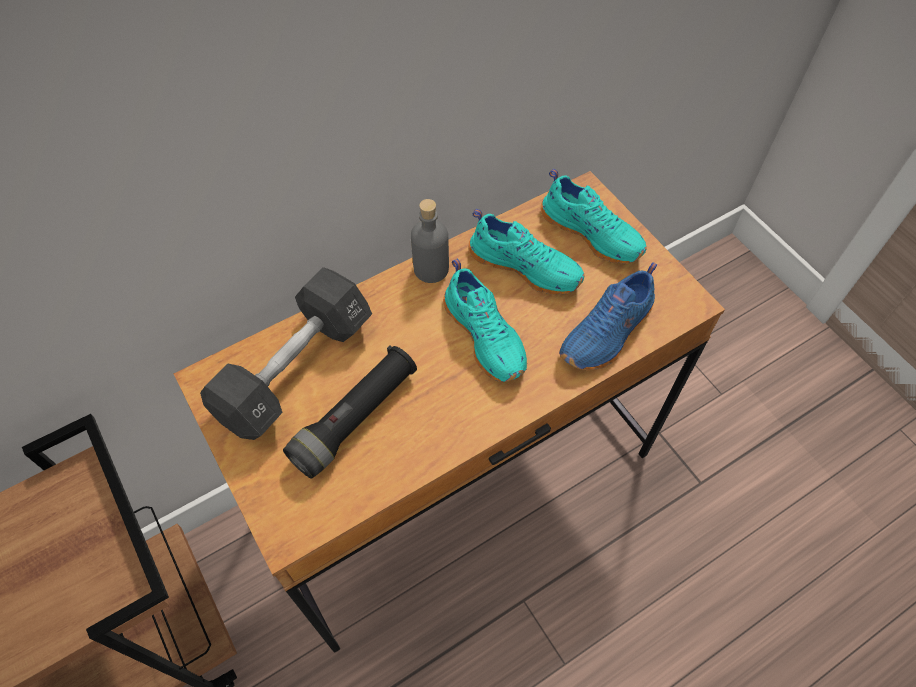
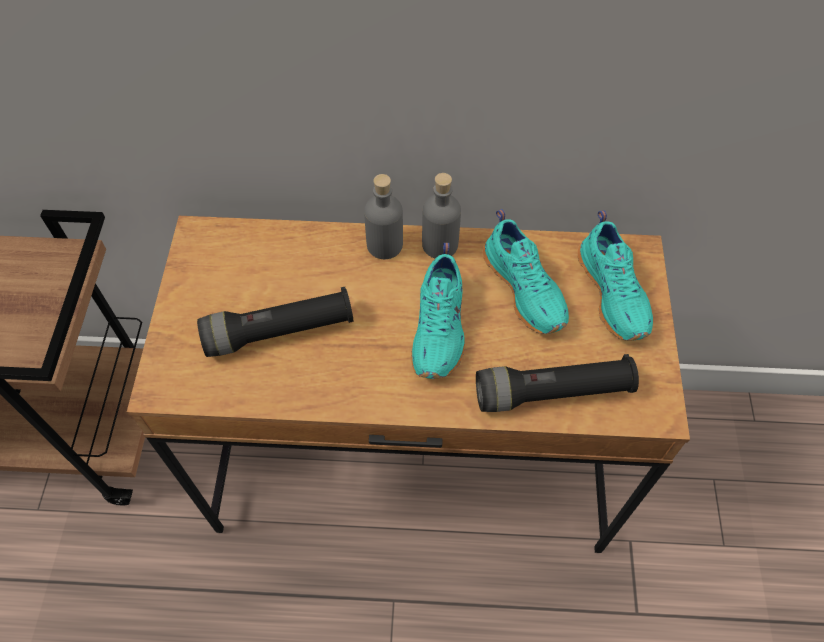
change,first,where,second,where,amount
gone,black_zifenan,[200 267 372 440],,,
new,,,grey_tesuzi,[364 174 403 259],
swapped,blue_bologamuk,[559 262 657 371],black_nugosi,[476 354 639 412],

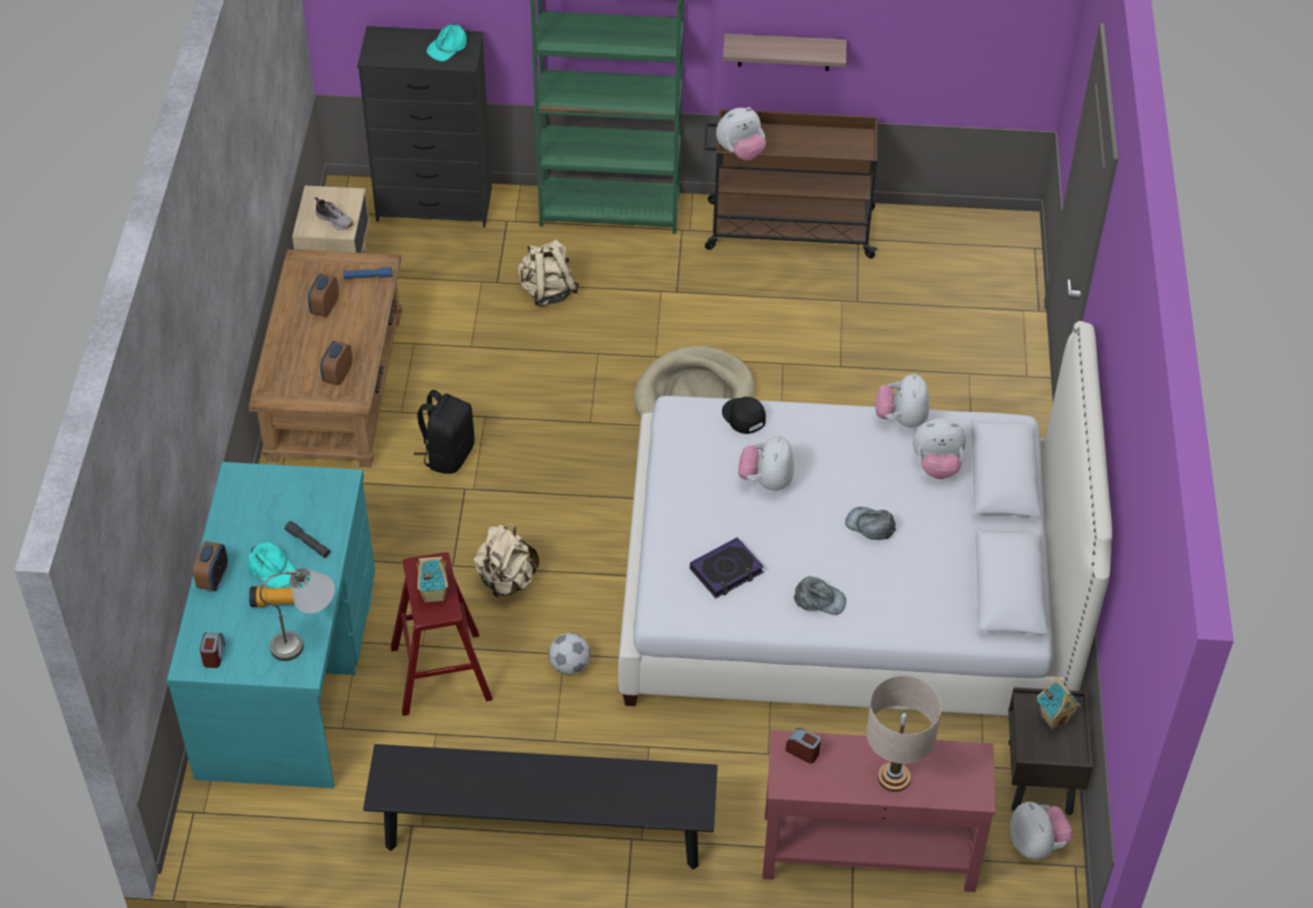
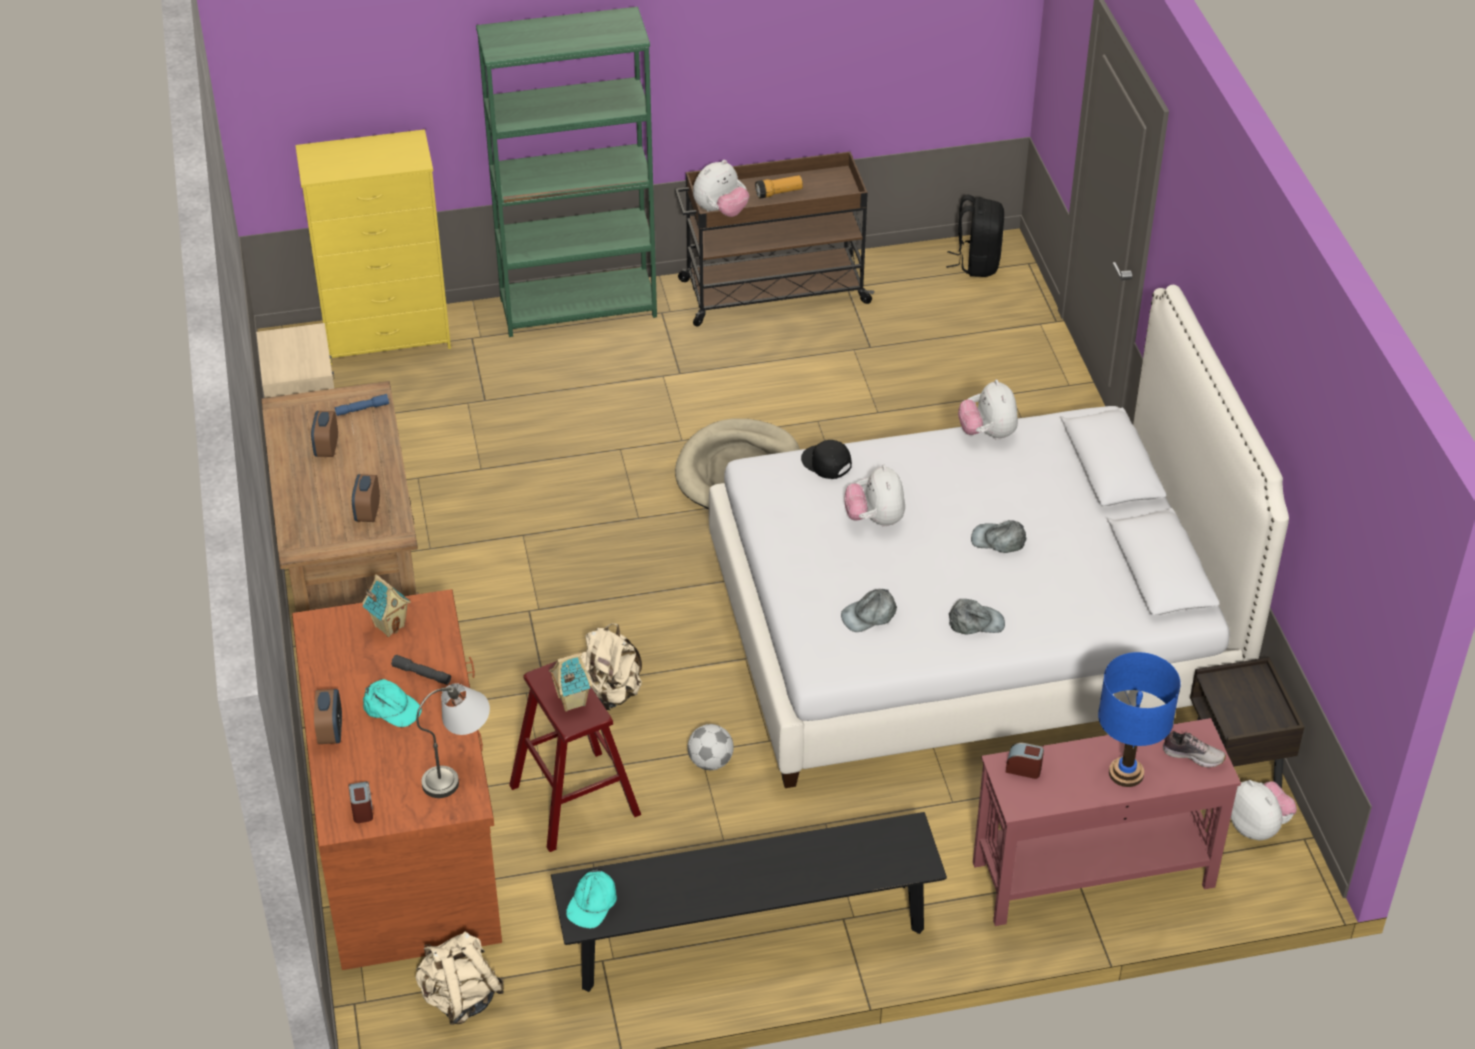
change,first,where,second,where,amount
gone,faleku,[723 34 846 71],,,
gone,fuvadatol,[913 419 966 479],,,
shifted,nugosi,[249 586 300 607],,[755 175 803 199],
shifted,bologamuk,[315 197 353 230],,[1163 731 1226 767],
shifted,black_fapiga,[414 390 475 474],,[946 195 1004 277],
shifted,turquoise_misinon,[426 23 467 61],,[566 869 617 928],
shifted,beige_fapiga,[518 239 579 307],,[415 932 504 1025],
shifted,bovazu,[1037 676 1081 730],,[362 574 411 637],
swapped,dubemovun,[690 537 764 598],grey_misinon,[841 589 897 632],
repainted,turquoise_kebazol,[167 462 375 788],brown_kebazol,[292 589 502 970],
repainted,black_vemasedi,[357 26 492 227],yellow_vemasedi,[295 129 451 365],
repainted,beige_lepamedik,[866 676 942 792],blue_lepamedik,[1098 652 1181 787],

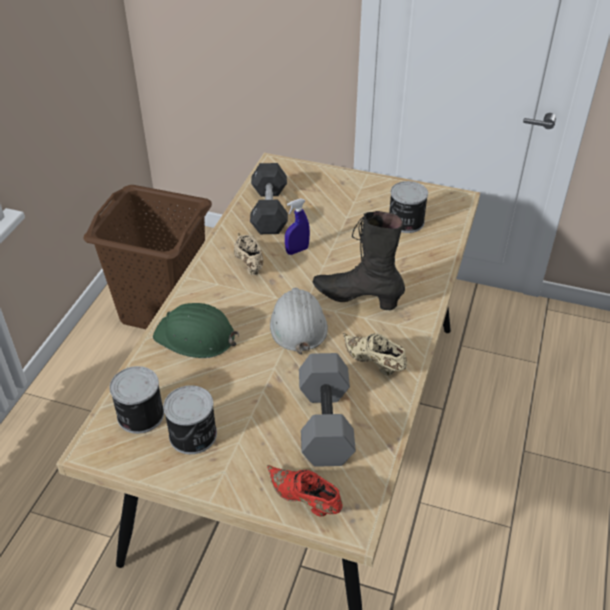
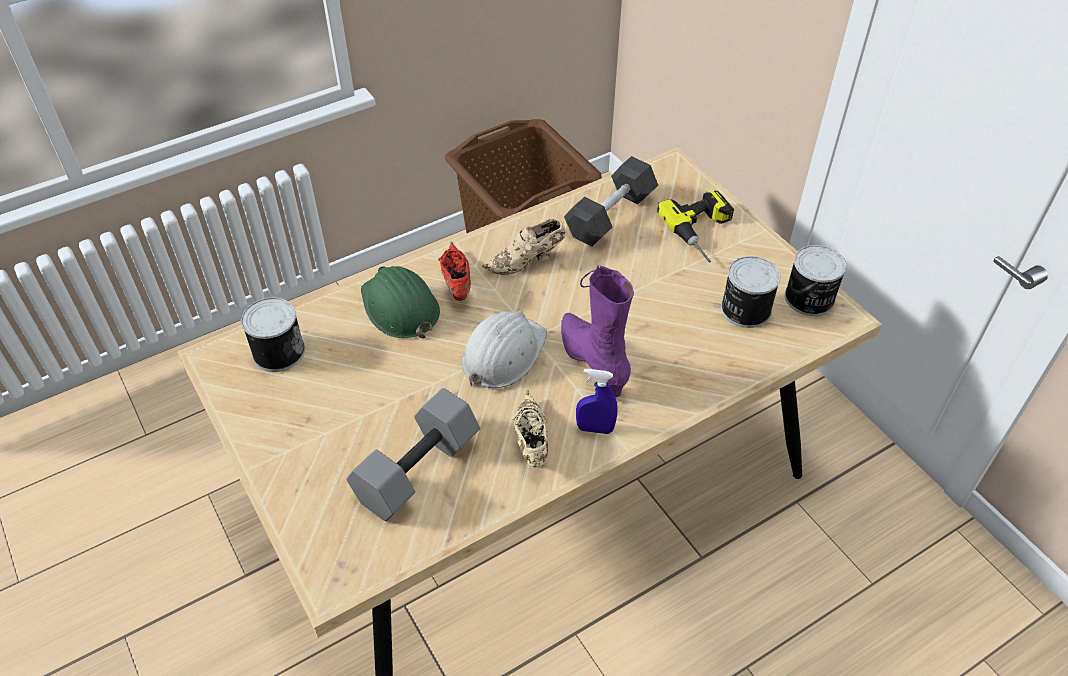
change,first,where,second,where,amount
new,,,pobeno,[657 190 734 263],
shifted,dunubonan,[163 385 217 454],,[785 245 846 316],
shifted,red_bologamuk,[267 465 343 516],,[438 242 471 301],
shifted,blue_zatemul,[285 198 310 255],,[576 369 618 434],
repainted,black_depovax,[312 211 405 310],purple_depovax,[561 265 634 397],
rotated,beige_bologamuk,[234 233 263 275],,[482 219 566 275],135 degrees counterclockwise

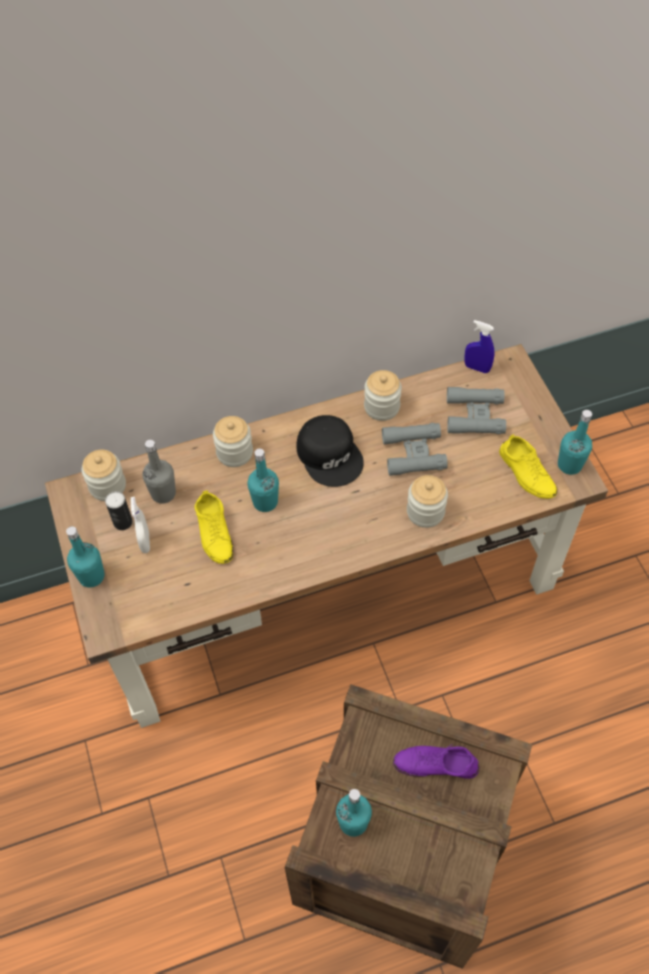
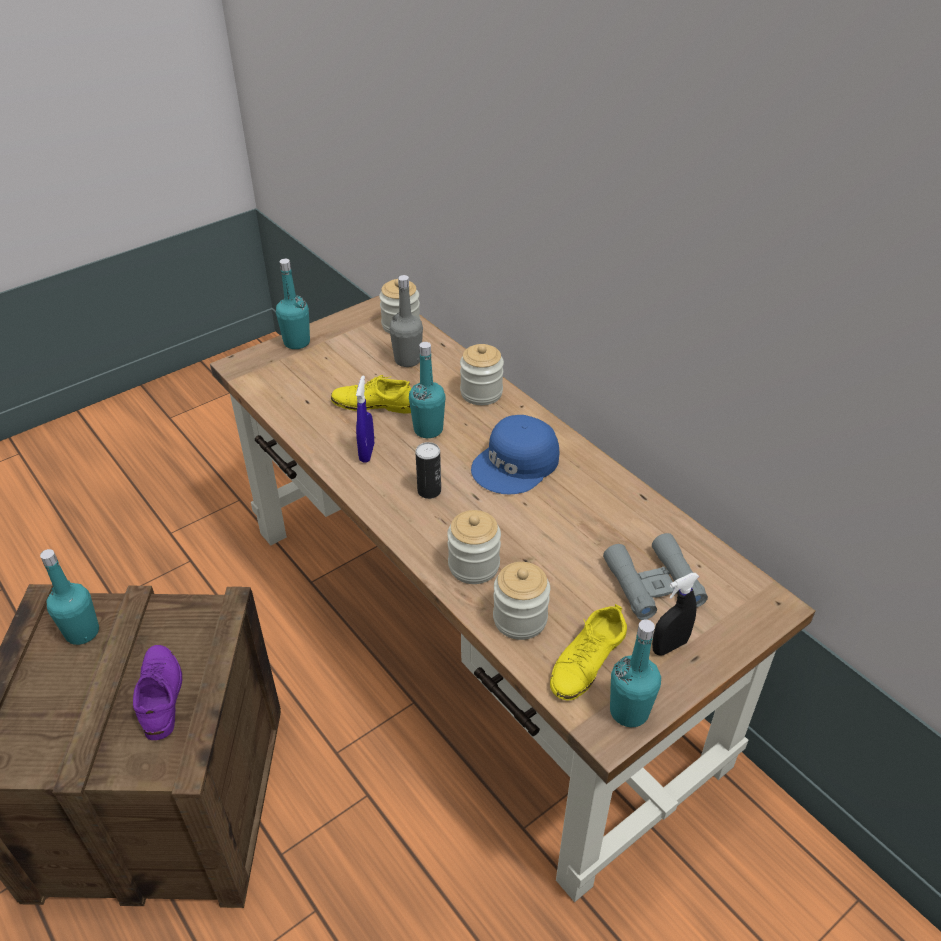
change,first,where,second,where,amount
gone,white_zatemul,[131 497 150 553],,,
gone,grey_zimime,[382 423 448 476],,,
new,,,black_zatemul,[652 573 699 655],
shifted,dunubonan,[105 491 133 530],,[415 442 441 499],
shifted,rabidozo,[364 370 402 421],,[493 562 550 640],
shifted,blue_zatemul,[464 320 495 373],,[356 376 374 463],
repainted,black_misinon,[296 415 364 487],blue_misinon,[471 415 559 494],
rotated,yellow_bologamuk,[195 490 233 564],,[331 375 412 414],45 degrees clockwise

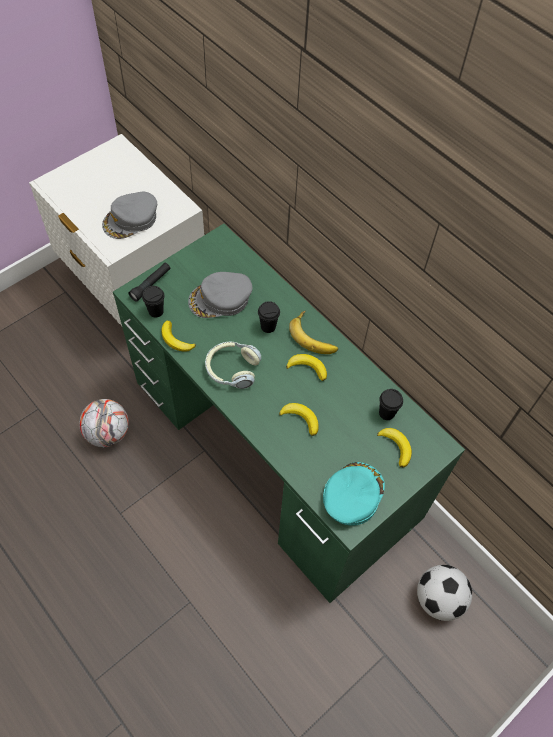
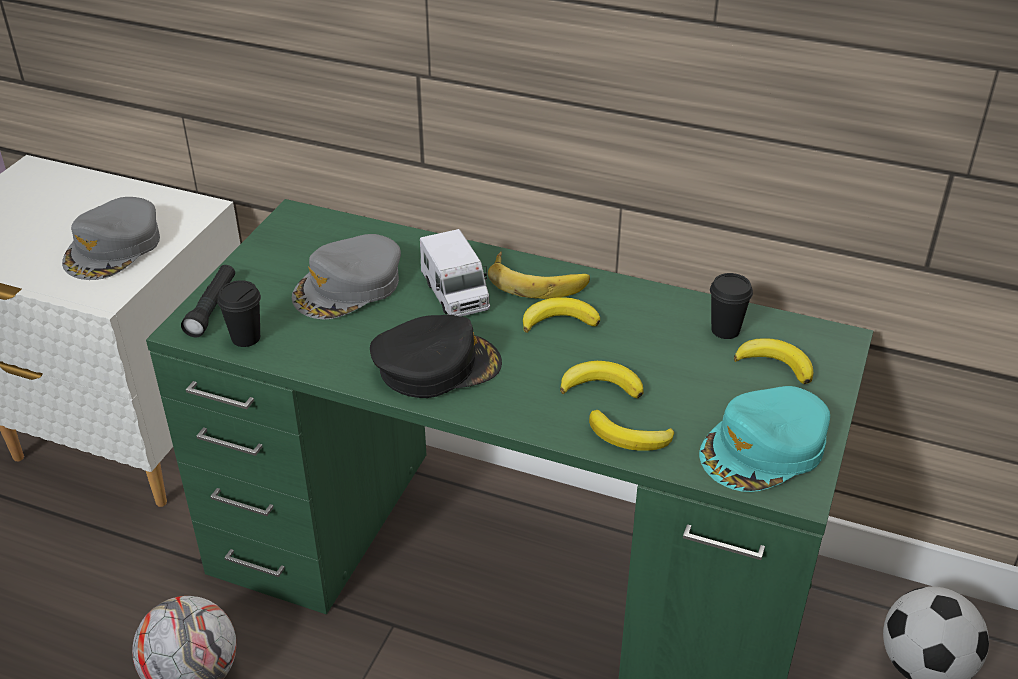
change,first,where,second,where,amount
shifted,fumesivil,[161 321 196 352],,[589 410 674 451],
swapped,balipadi,[205 342 261 389],black_misinon,[370 315 502 398],
swapped,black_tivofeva,[258 301 280 333],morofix,[420 229 490 317],
rotated,turquoise_misinon,[323 462 385 526],,[699 386 830 492],135 degrees counterclockwise

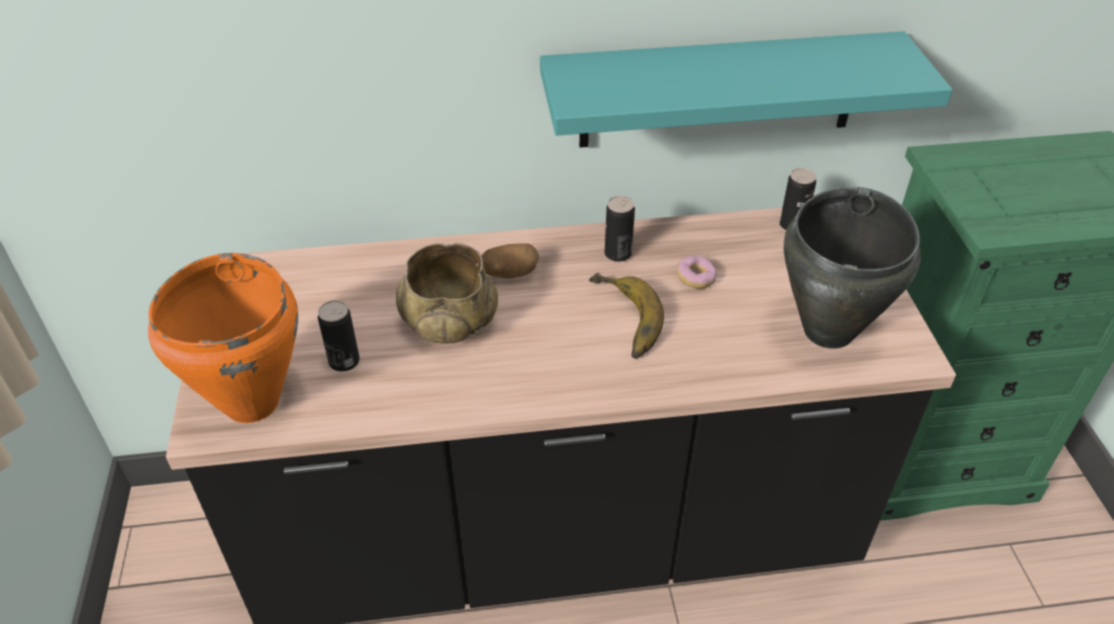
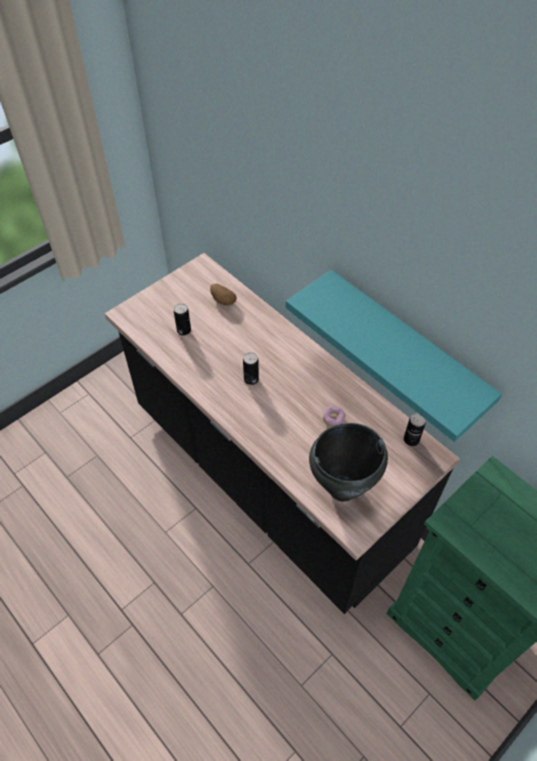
change,first,where,second,where,amount
gone,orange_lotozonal,[148 253 298 423],,,
gone,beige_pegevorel,[396 243 498 344],,,
gone,fumesivil,[589 273 664 359],,,
shifted,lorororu,[481 243 539 279],,[210 283 237 306],
shifted,dunubonan,[605 196 635 262],,[243 352 259 385],

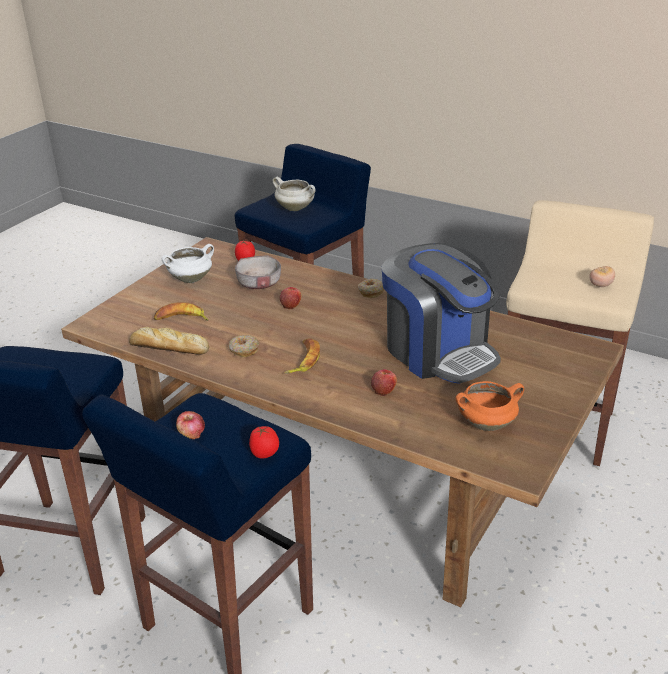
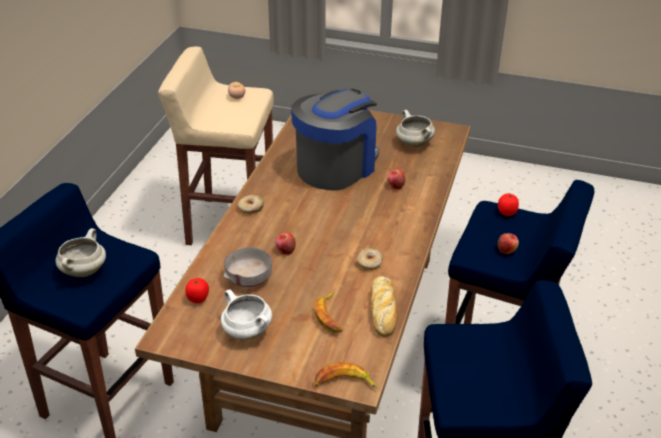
change,first,where,second,where,amount
shifted,fumesivil,[284 338 320 374],,[315 362 378 388],
repainted,orange_lotozonal,[455 381 524 431],white_lotozonal,[396 110 435 147],

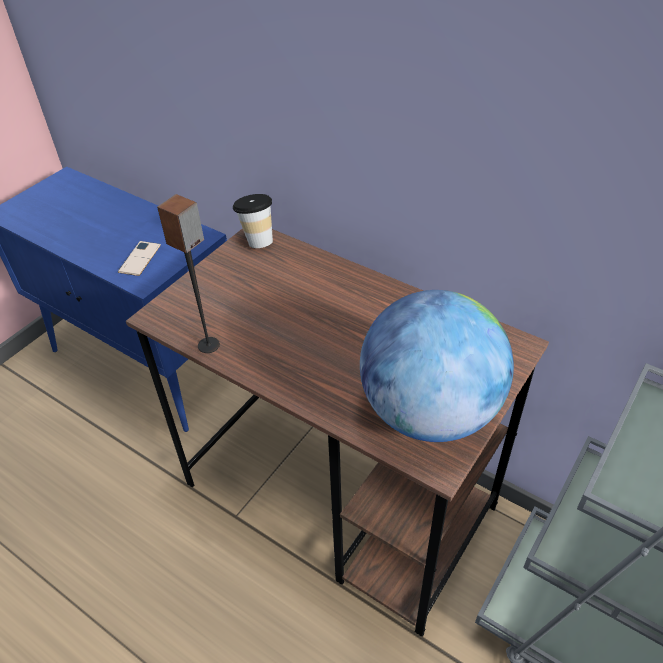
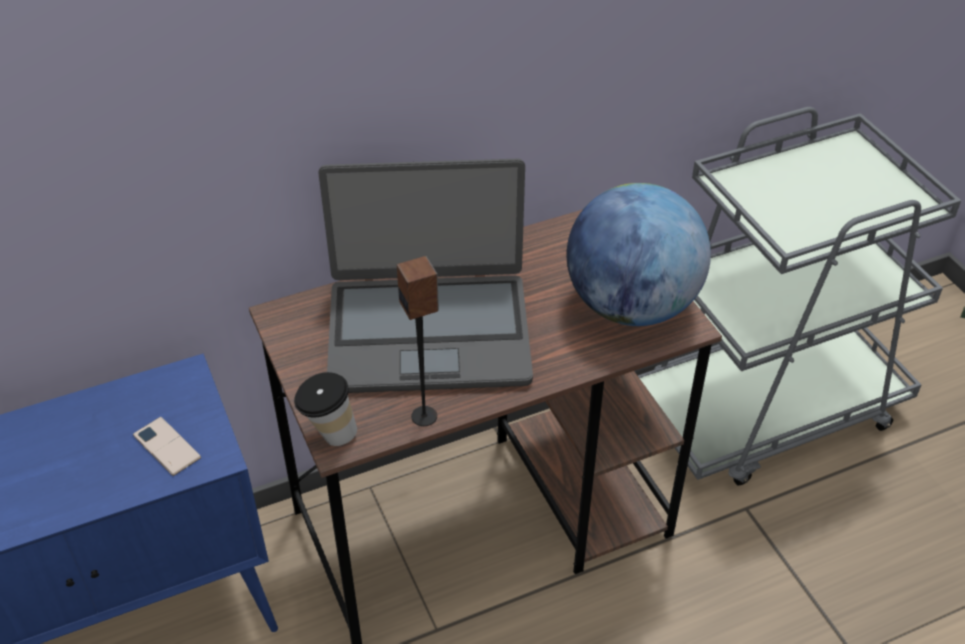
change,first,where,second,where,amount
new,,,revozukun,[318 159 533 393],
shifted,tivofeva,[233 194 273 248],,[294 372 357 446],

